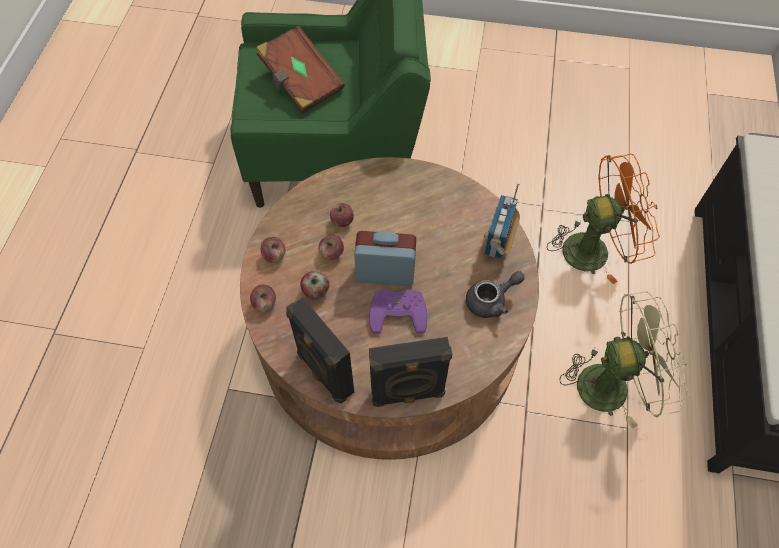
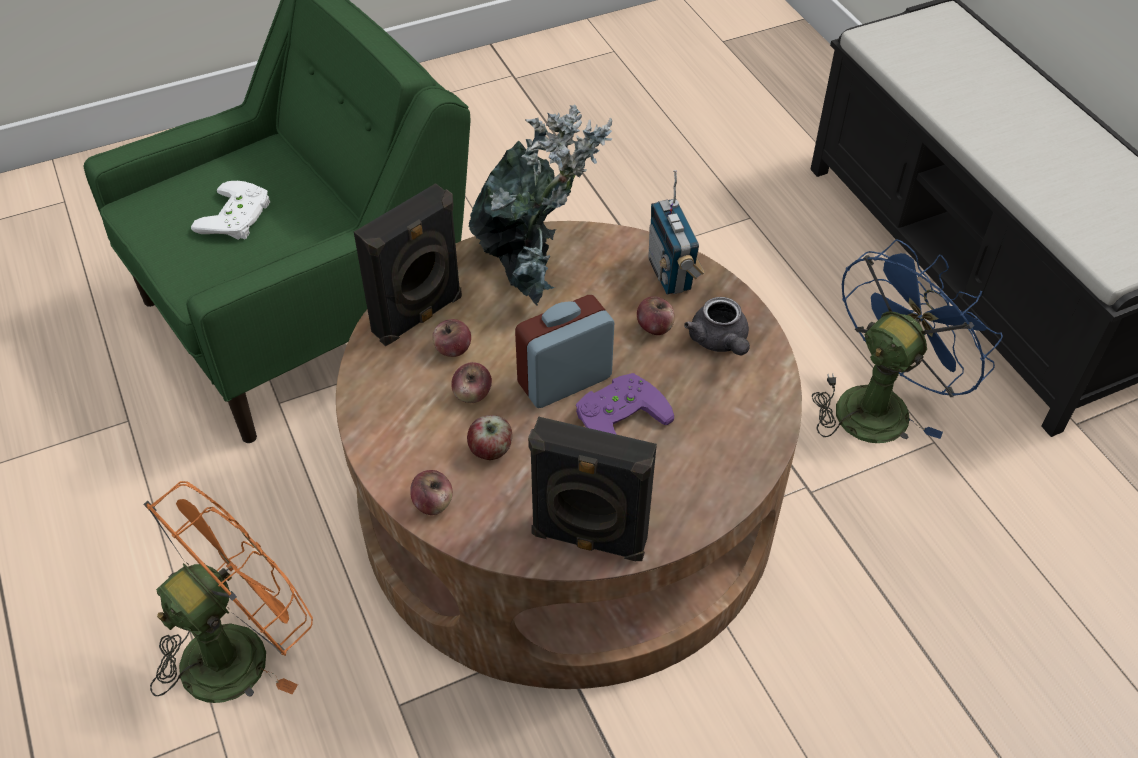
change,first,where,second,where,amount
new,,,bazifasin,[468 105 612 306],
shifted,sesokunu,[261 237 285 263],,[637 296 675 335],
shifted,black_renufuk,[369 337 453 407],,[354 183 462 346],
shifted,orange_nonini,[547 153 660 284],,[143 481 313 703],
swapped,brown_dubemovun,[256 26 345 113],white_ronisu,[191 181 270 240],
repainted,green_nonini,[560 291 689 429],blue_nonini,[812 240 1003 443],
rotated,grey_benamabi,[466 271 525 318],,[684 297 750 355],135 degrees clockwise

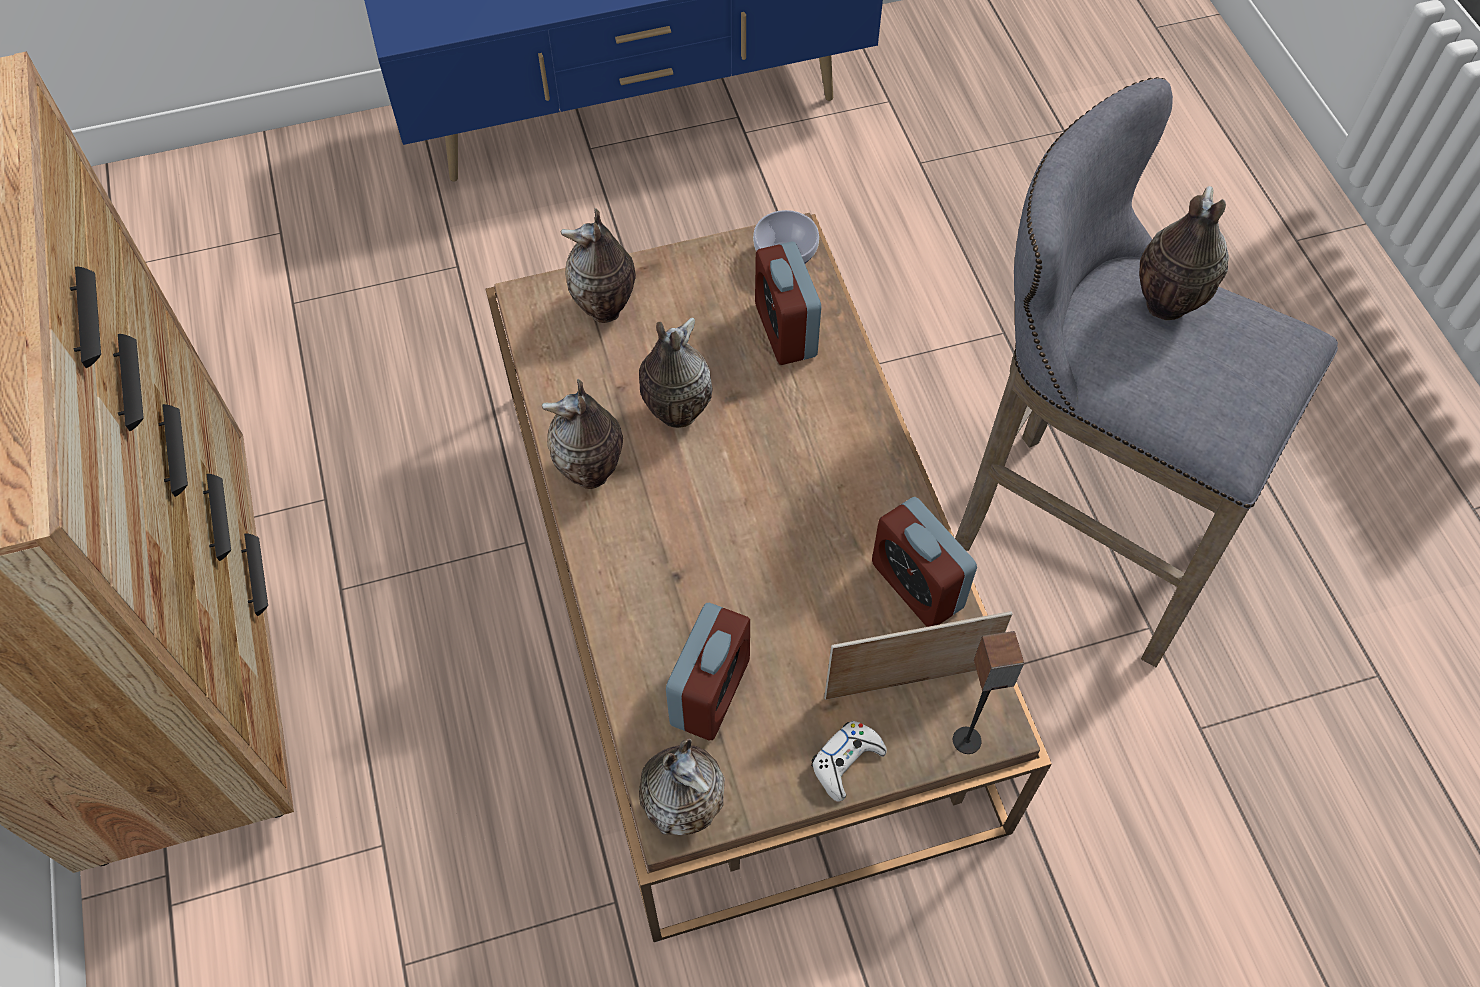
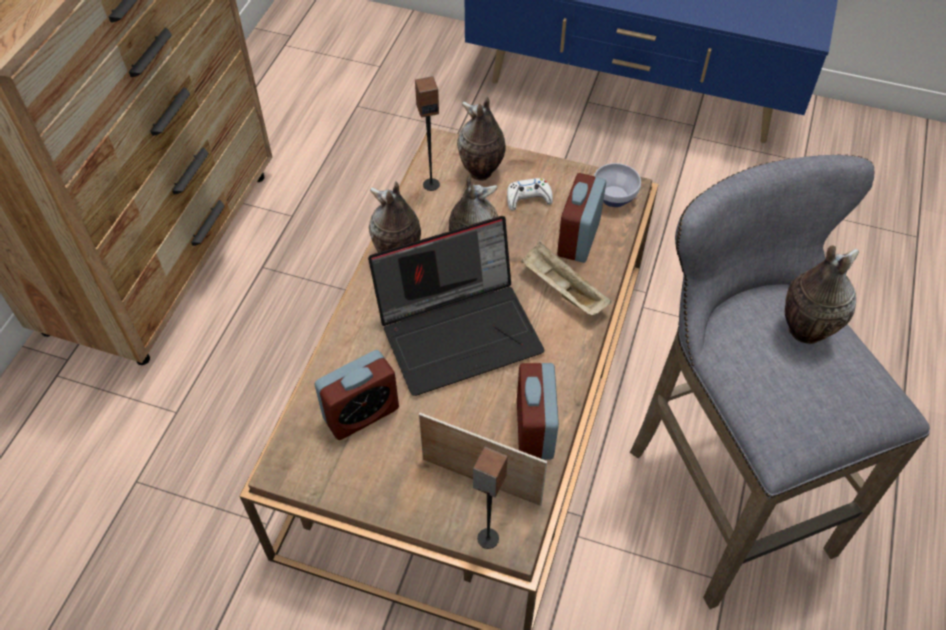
change,first,where,second,where,amount
gone,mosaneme,[639 738 725 835],,,
new,,,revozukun,[368 216 544 396],
new,,,renufuk,[415 76 440 191],
new,,,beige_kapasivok,[521 242 611 316],
shifted,white_ronisu,[811 721 887 802],,[507 178 553 210],

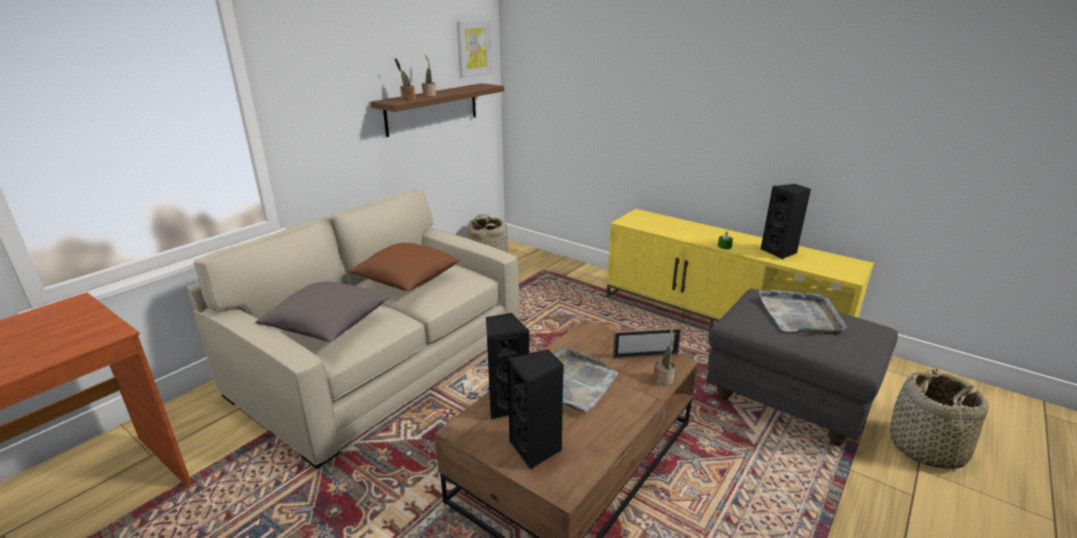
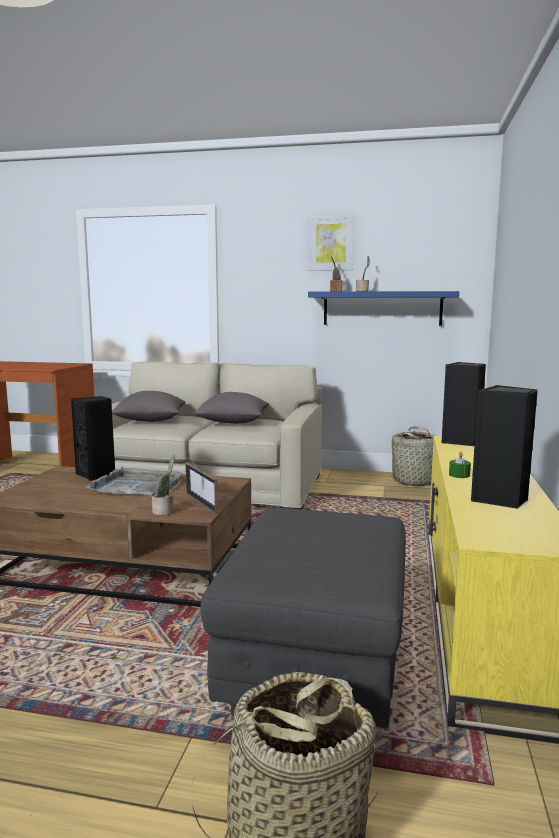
change,first,where,second,where,amount
gone,grey_kapasivok,[758 290 847 335],,,
shifted,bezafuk,[457 19 492 78],,[308 216 355 271],
shifted,black_renufuk,[508 349 564 470],,[442 362 486 446],
repainted,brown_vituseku,[349 243 461 291],grey_vituseku,[194 392 269 424],
repainted,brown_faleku,[371 83 504 137],blue_faleku,[308 291 459 326],

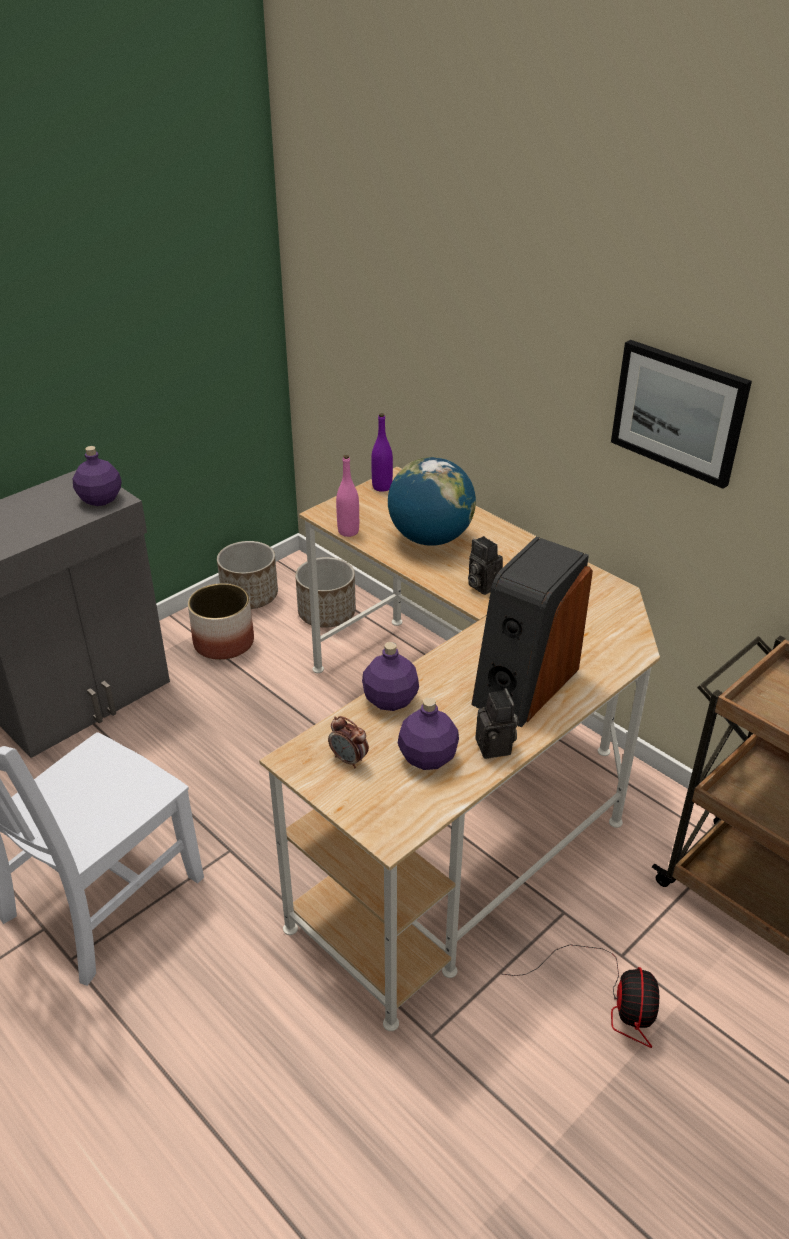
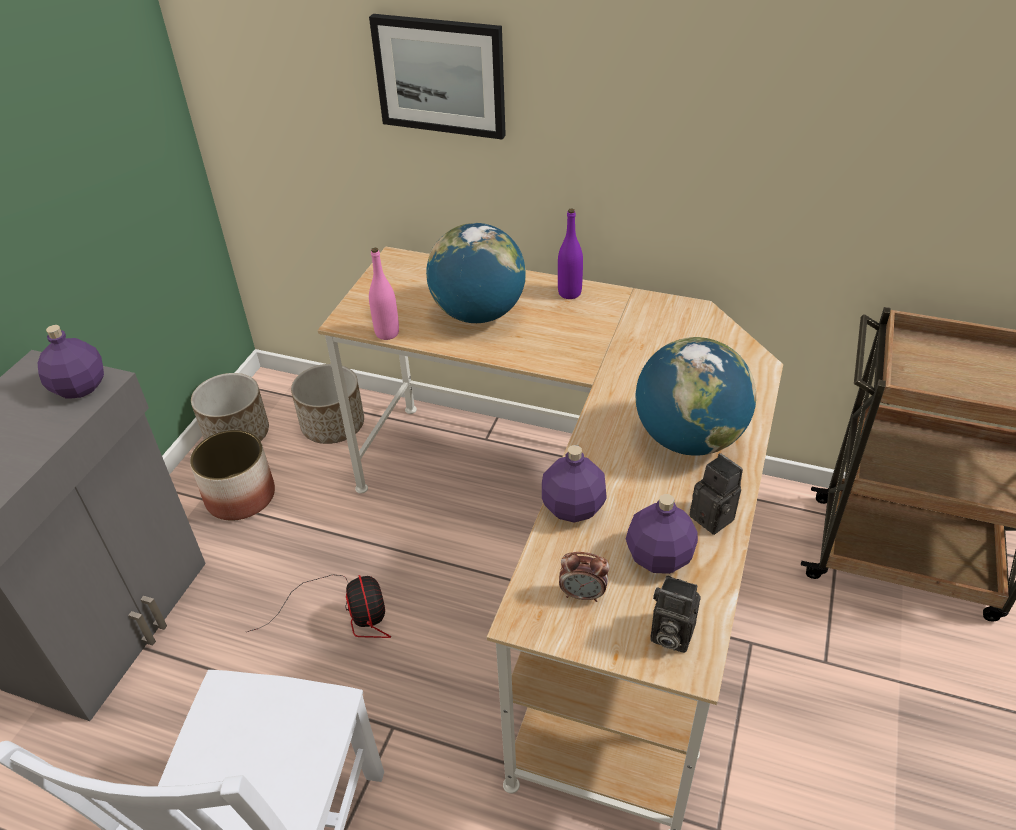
change,first,where,second,where,amount
shifted,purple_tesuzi,[371 413 393 492],,[558 208 583 299],
shifted,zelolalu,[468 536 503 595],,[650 575 701 653],
shifted,nonini,[503 945 659 1048],,[247 575 391 638],
shifted,bezafuk,[611 340 752 489],,[369 14 506 140],
swapped,renufuk,[471 536 593 727],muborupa,[636 337 756 456],

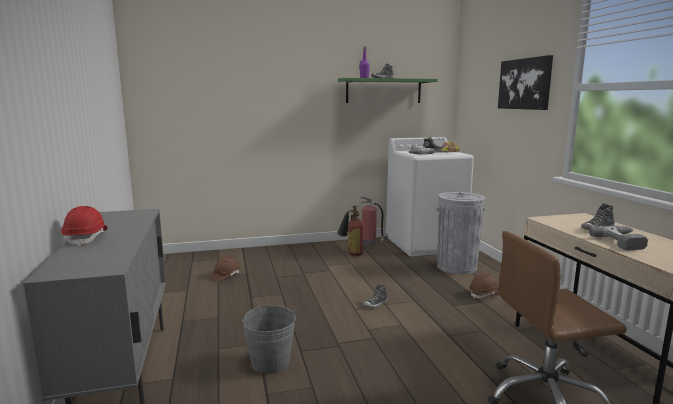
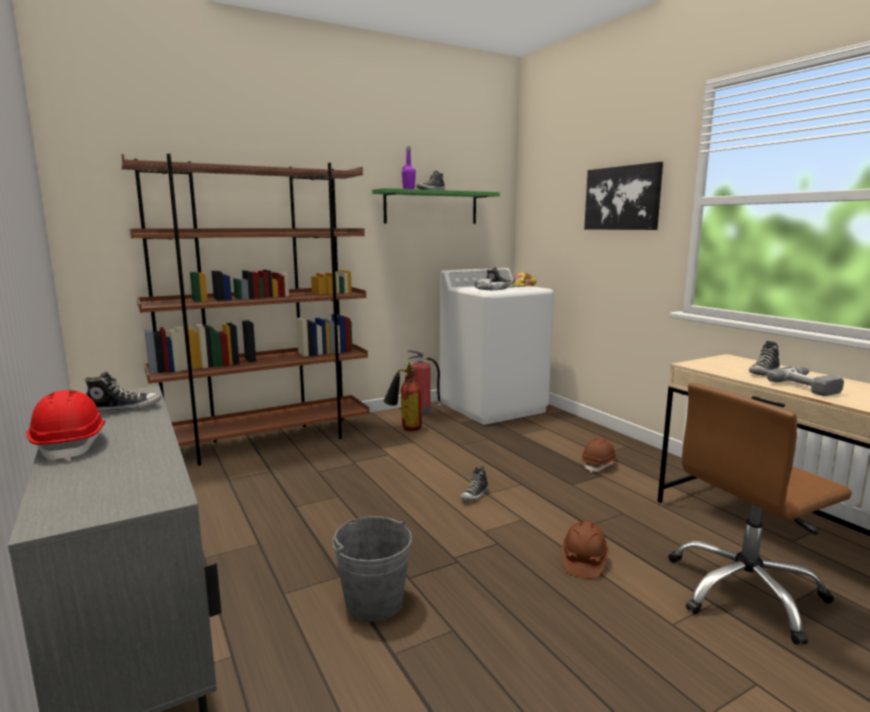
change,first,where,second,where,amount
gone,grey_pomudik,[436 192 485 274],,,
new,,,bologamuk,[85 371 162 413],
new,,,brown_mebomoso,[120 154 369 466],
shifted,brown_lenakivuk,[211 256 240 281],,[562 521 609 579],

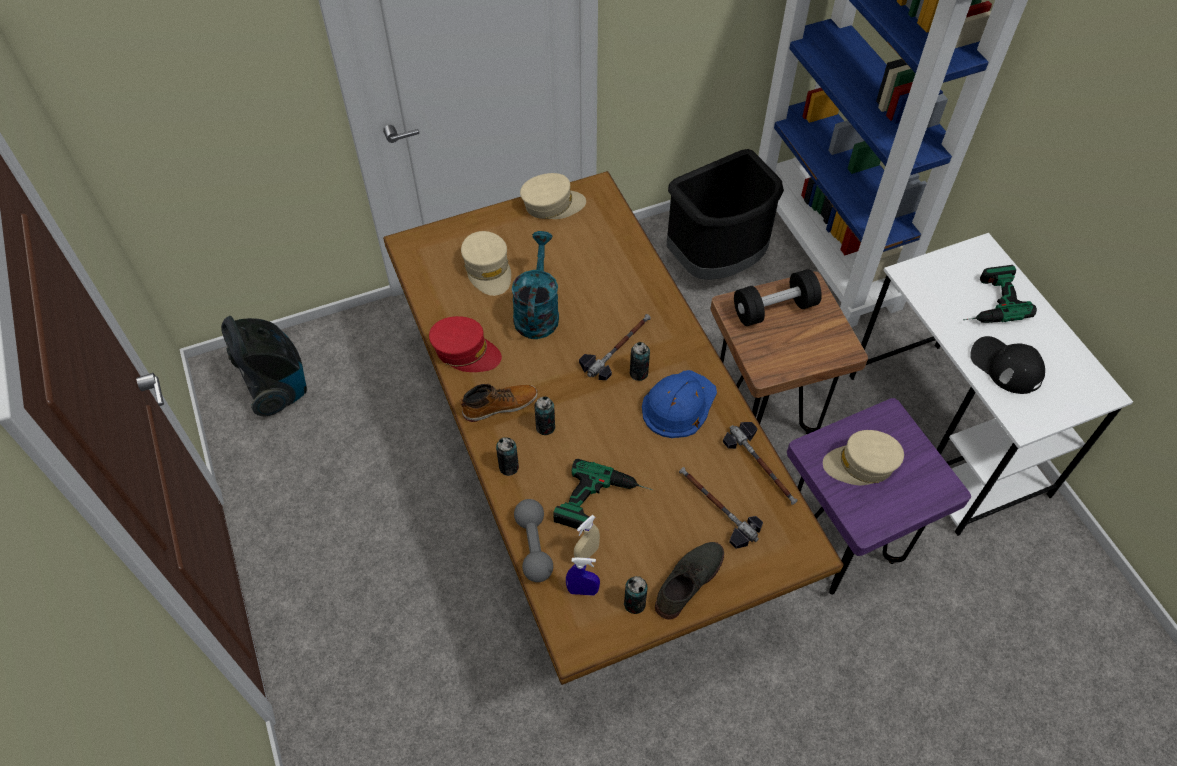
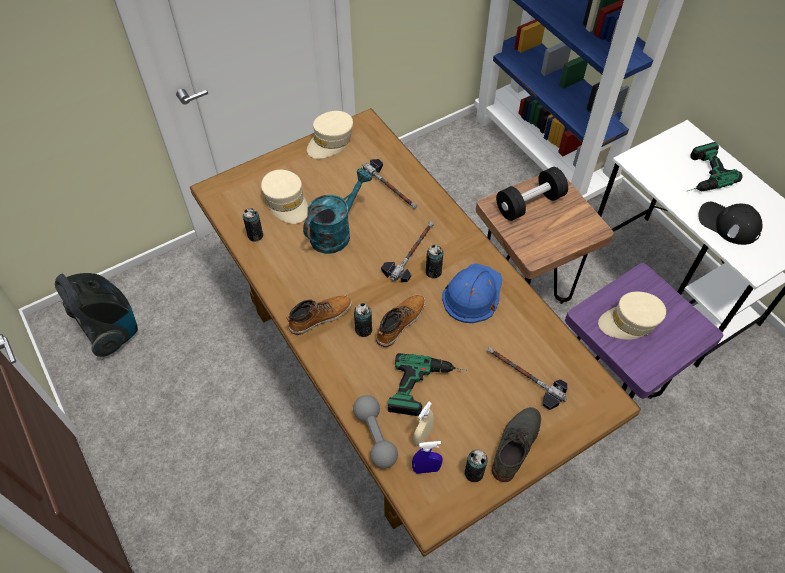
change,first,where,second,where,amount
gone,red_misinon,[429 316 502 372],,,
gone,black_pomudik,[666 149 784 280],,,
new,,,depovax,[376 295 425 347],
shifted,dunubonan,[496 438 519 476],,[243 208 263 242],
shifted,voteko,[723 422 798 505],,[360 159 417 209],
rotated,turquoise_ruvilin,[512 231 559 339],,[303 169 372 254],45 degrees clockwise
rotated,beige_misinon,[520 173 586 219],,[307 111 353 159],150 degrees clockwise

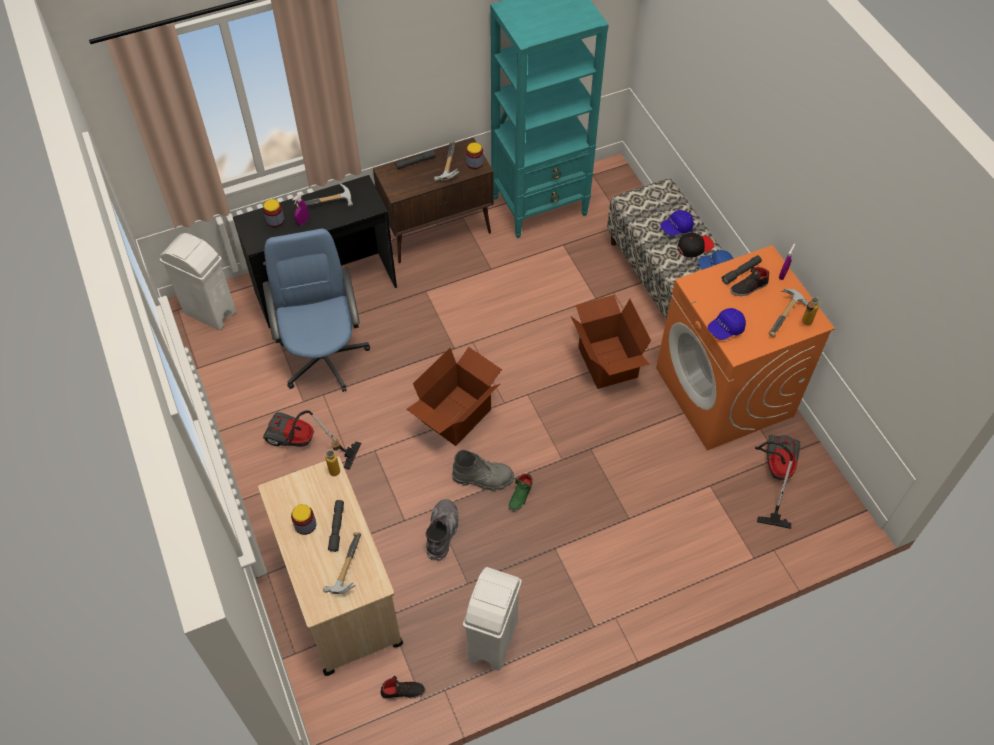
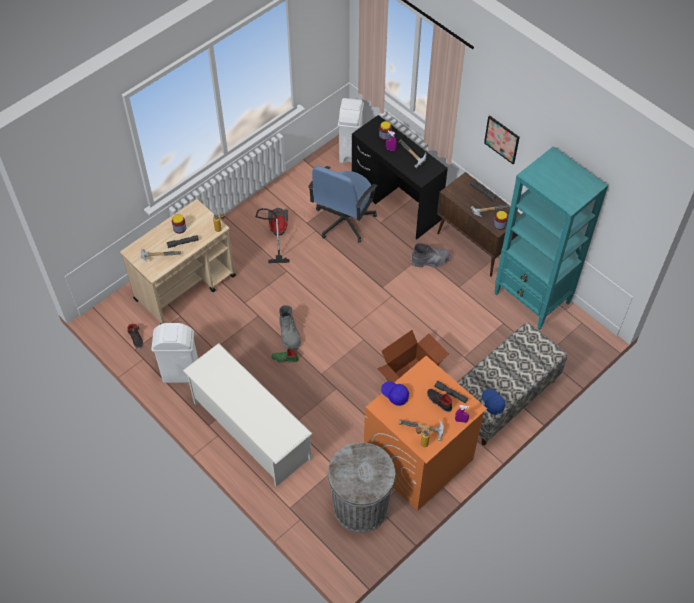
change,first,where,second,where,amount
gone,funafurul,[406 347 502 446],,,
gone,blue_misinon,[660 210 694 236],,,
gone,black_misinon,[677 233 714 258],,,
new,,,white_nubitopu,[183 343 312 487],
new,,,bezafuk,[484 115 520 164],
shifted,grey_depovax,[426 499 459 561],,[410 243 450 268],
swapped,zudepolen,[755 435 800 529],grey_pomudik,[328 442 396 533],
rotated,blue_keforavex,[263 229 370 392],,[308 166 377 242],150 degrees clockwise

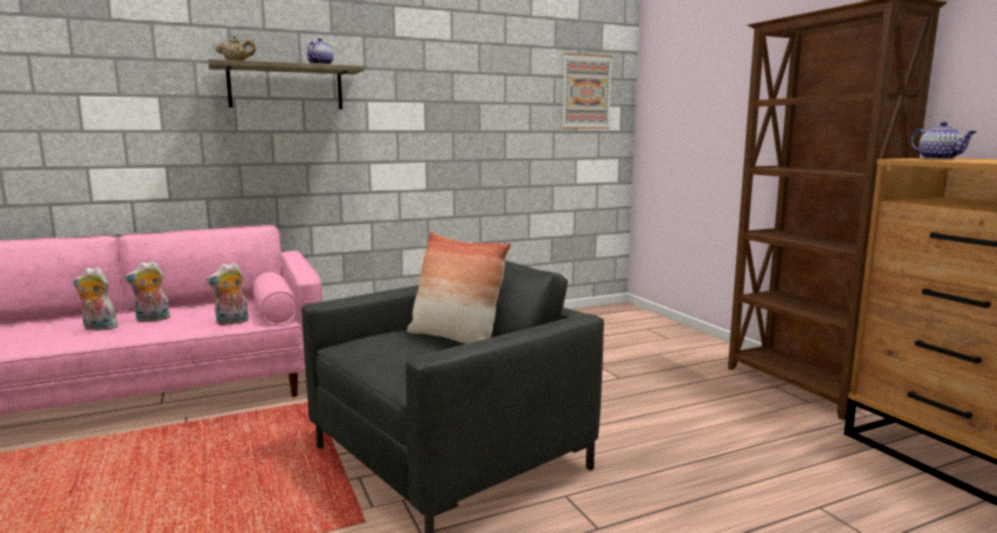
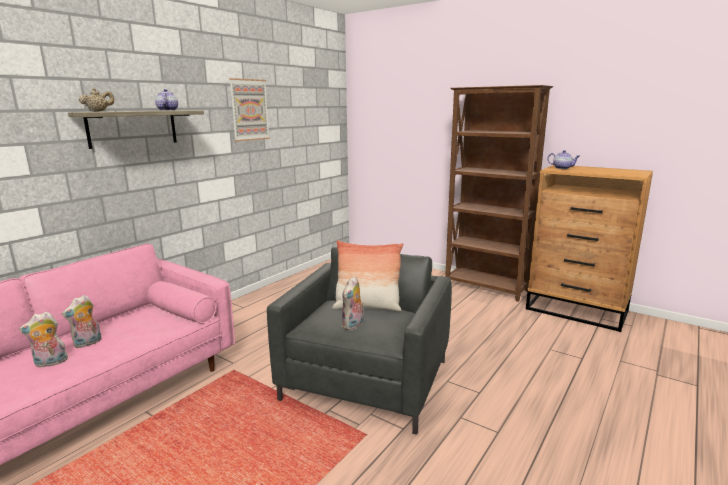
change,first,where,second,where,amount
shifted,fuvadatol,[206 263 249 325],,[342 276 365 330],
shifted,bezafuk,[562 53 613 129],,[229 78 270 141],

